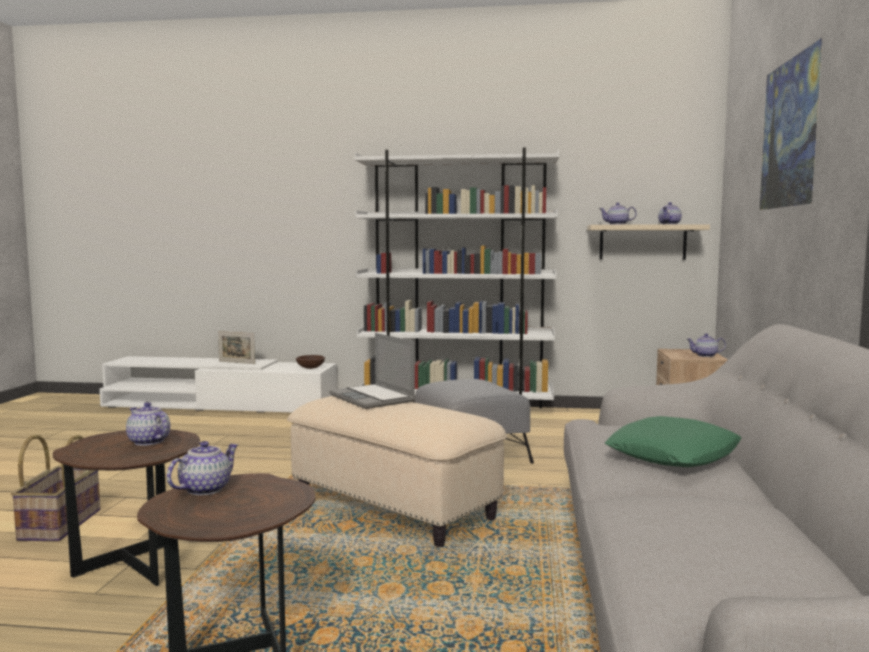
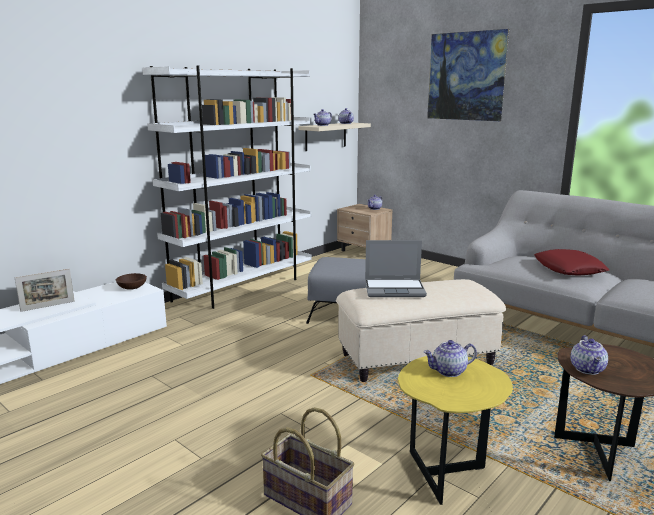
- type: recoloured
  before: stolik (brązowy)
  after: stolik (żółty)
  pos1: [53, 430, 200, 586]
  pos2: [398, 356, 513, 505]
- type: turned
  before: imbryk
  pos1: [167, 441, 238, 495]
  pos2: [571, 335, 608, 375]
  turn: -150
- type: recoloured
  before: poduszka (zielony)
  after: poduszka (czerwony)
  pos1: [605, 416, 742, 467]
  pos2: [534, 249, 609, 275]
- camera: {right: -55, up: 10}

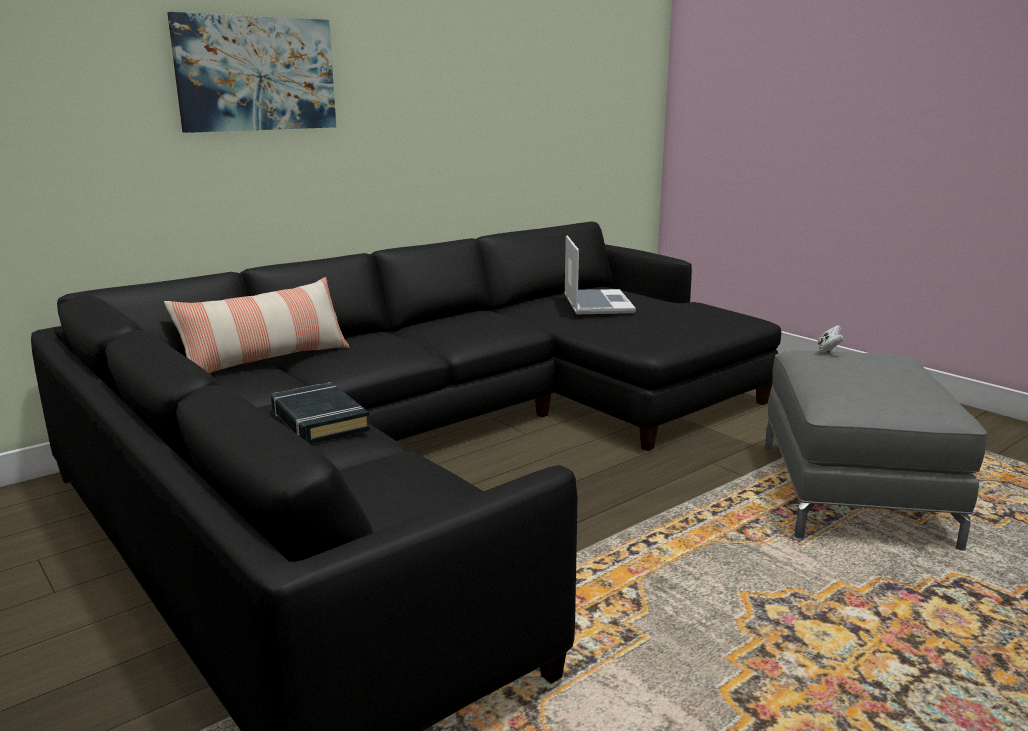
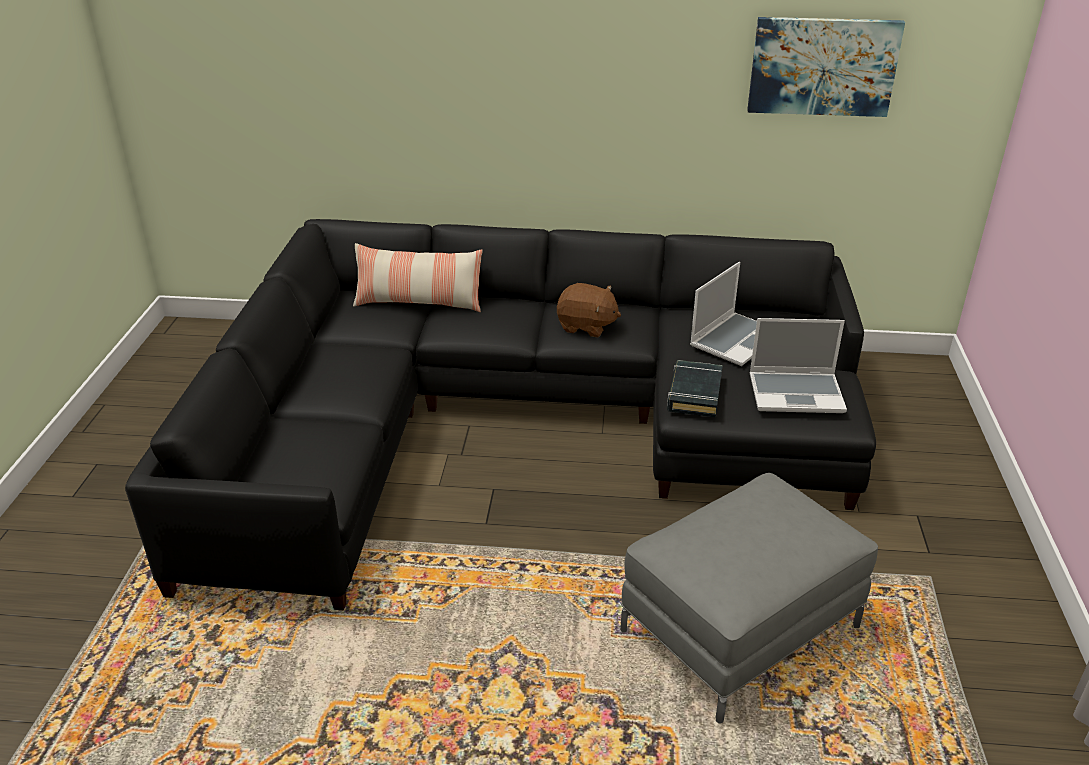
- type: moved
  before: obraz
  pos1: [167, 12, 336, 133]
  pos2: [747, 17, 905, 117]
- type: moved
  before: książka (czarny)
  pos1: [271, 382, 370, 444]
  pos2: [667, 360, 723, 417]
- type: removed
  before: pad do gier (biały)
  pos1: [817, 325, 844, 353]
- type: added
  after: pluszak (brązowy)
  pos2: [557, 283, 621, 337]
- type: added
  after: laptop
  pos2: [750, 318, 847, 413]
- camera: {right: 45, up: 15}

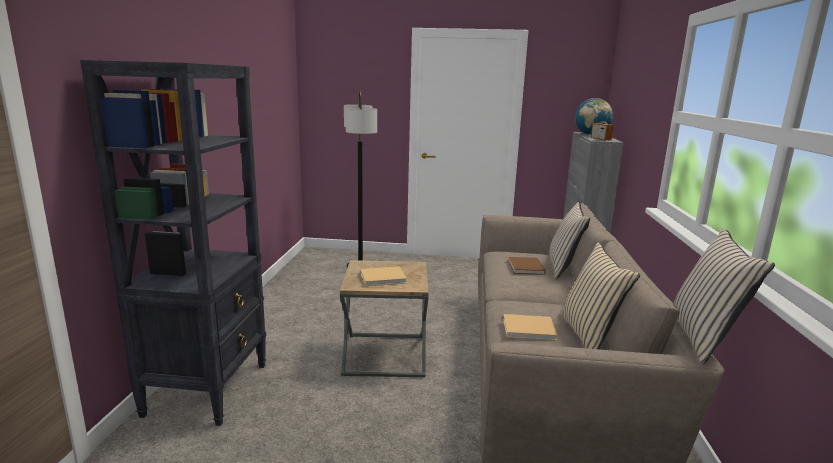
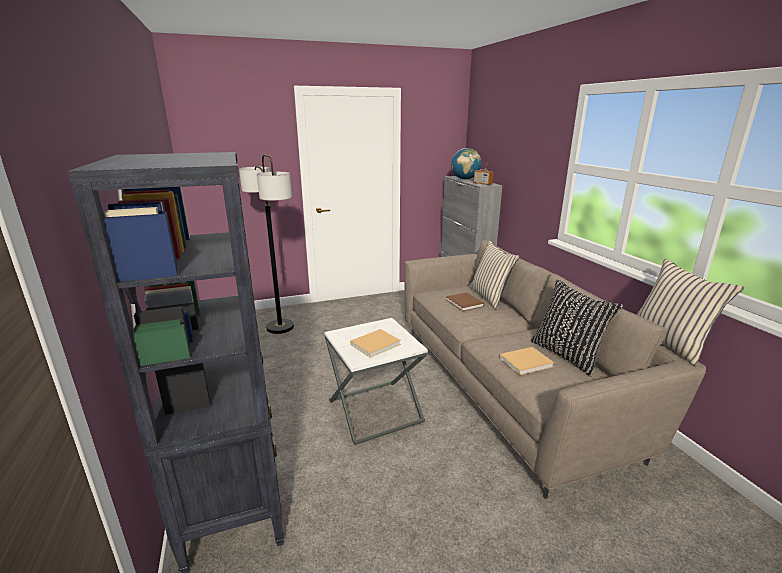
- type: recoloured
  before: stolik (brązowy)
  after: stolik (biały)
  pos1: [340, 260, 429, 377]
  pos2: [325, 318, 427, 445]
- type: recoloured
  before: poduszka (beżowy)
  after: poduszka (czarny)
  pos1: [560, 243, 640, 349]
  pos2: [531, 280, 623, 377]
- camera: {right: -25, up: 5}

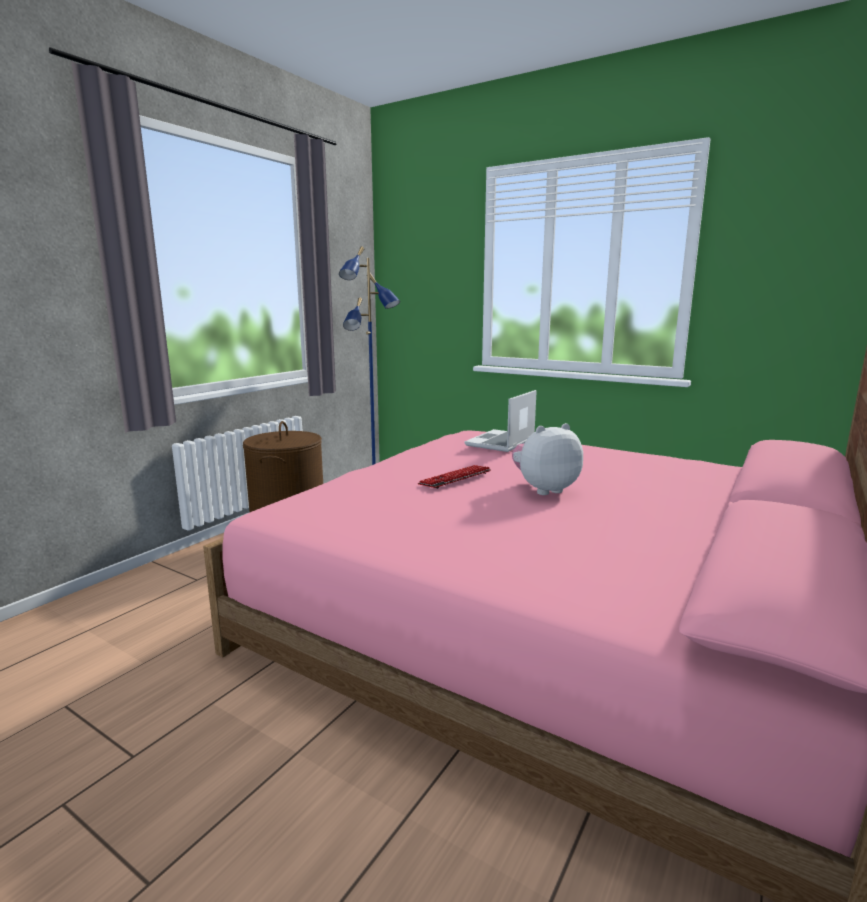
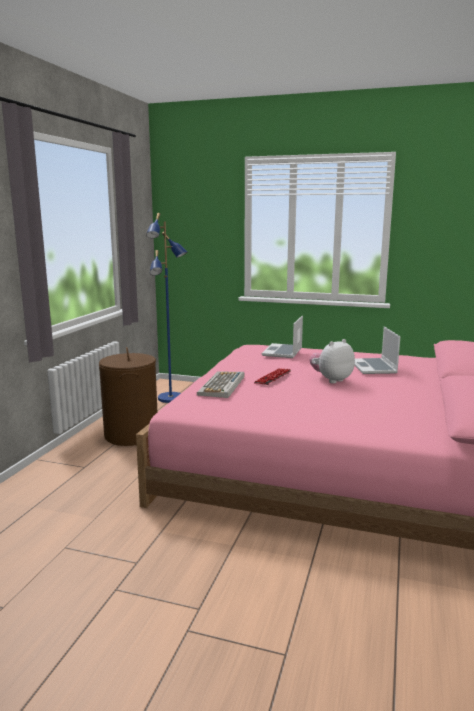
- type: added
  after: klawiatura
  pos2: [197, 372, 245, 398]
- type: added
  after: laptop
  pos2: [355, 326, 400, 374]
- camera: {right: -15, up: 0}

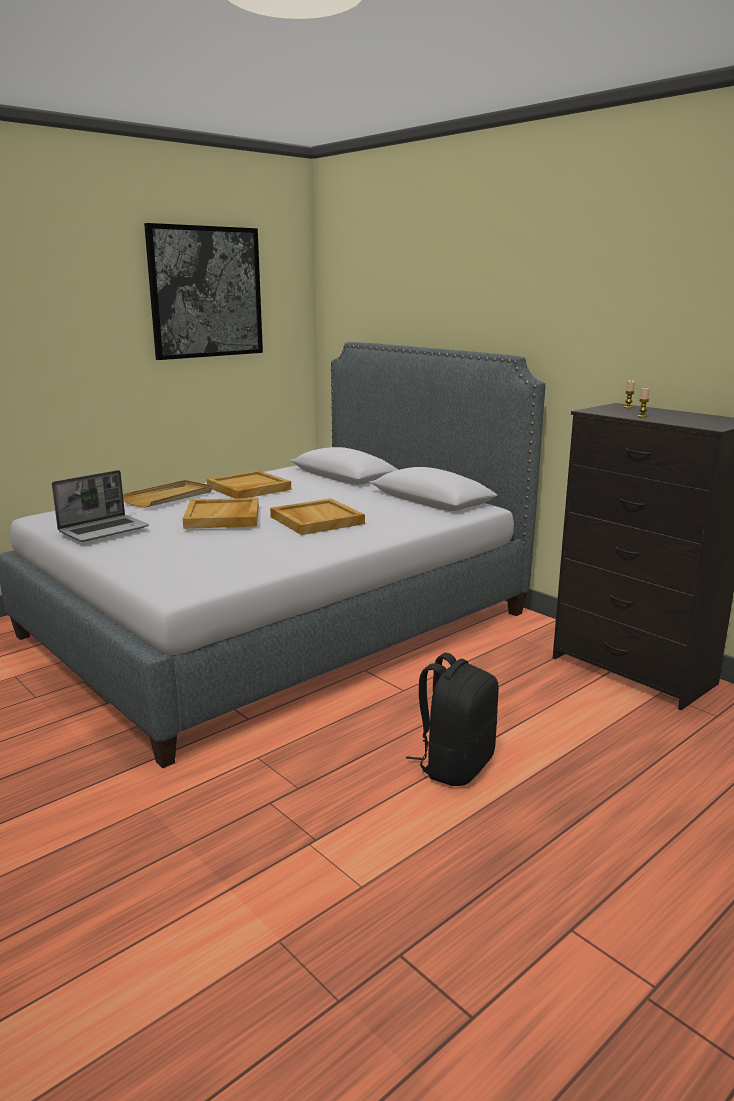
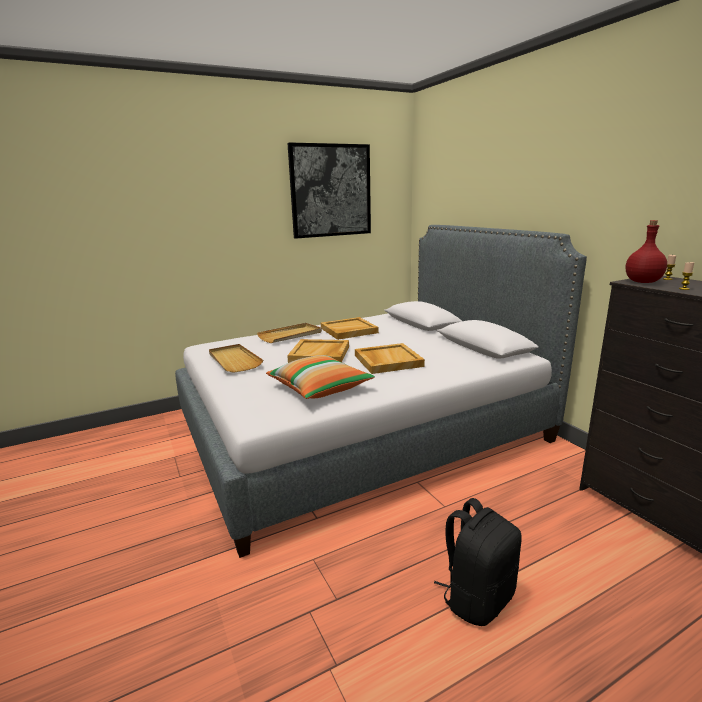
- type: replaced
  before: laptop
  after: taca (beżowy)
  pos1: [52, 470, 149, 542]
  pos2: [209, 344, 263, 372]
- type: added
  after: poduszka
  pos2: [266, 355, 375, 399]
- type: added
  after: butelka (czerwony)
  pos2: [625, 220, 667, 283]
- camera: {right: 15, up: 0}

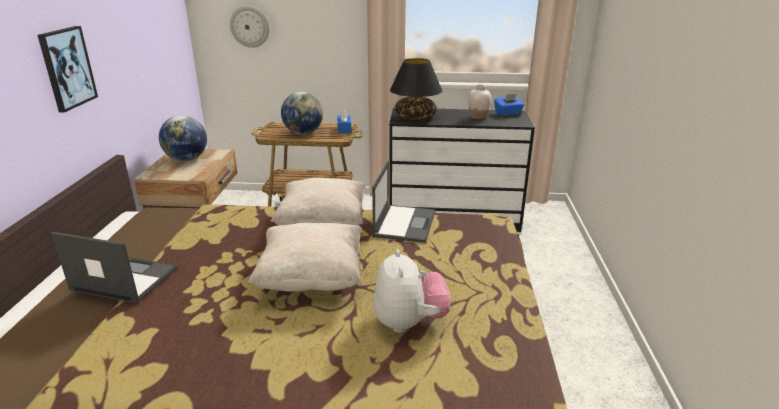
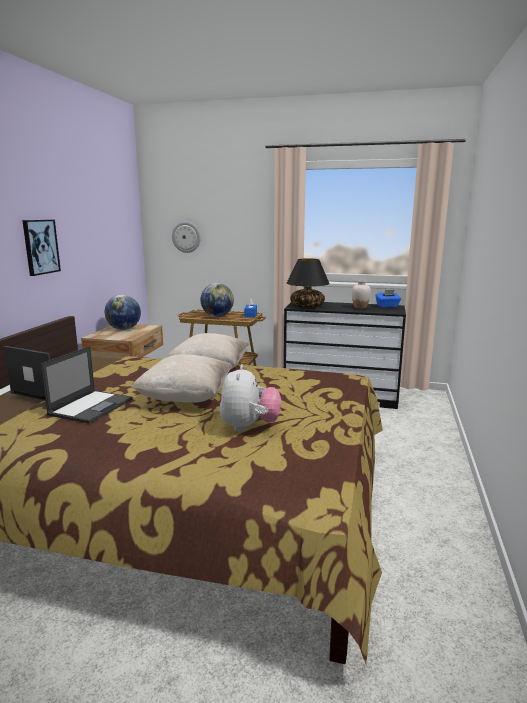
- type: moved
  before: laptop
  pos1: [372, 161, 435, 243]
  pos2: [41, 346, 133, 424]
- camera: {right: 10, up: -10}

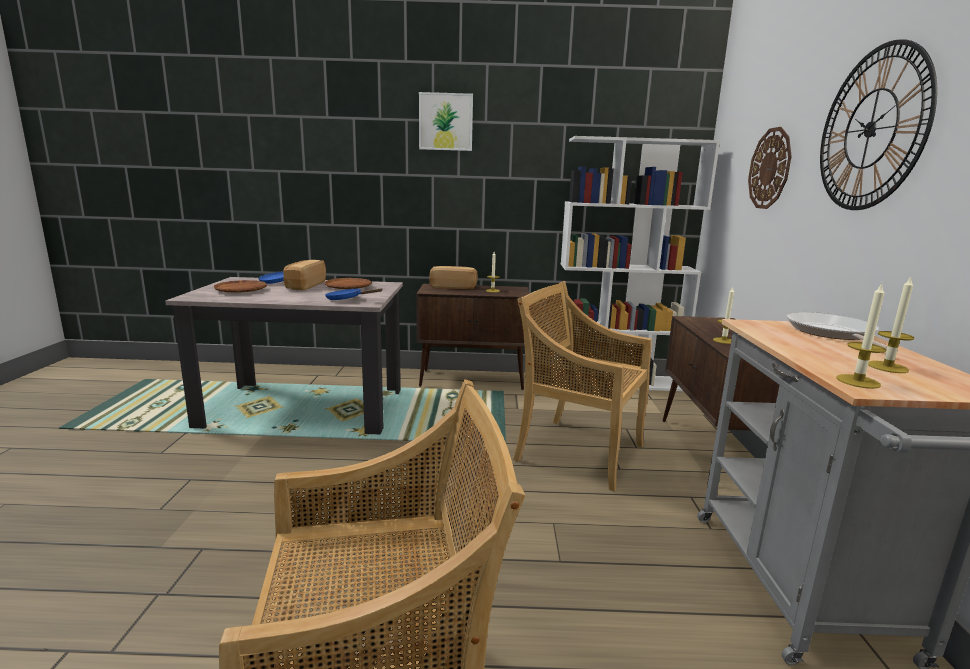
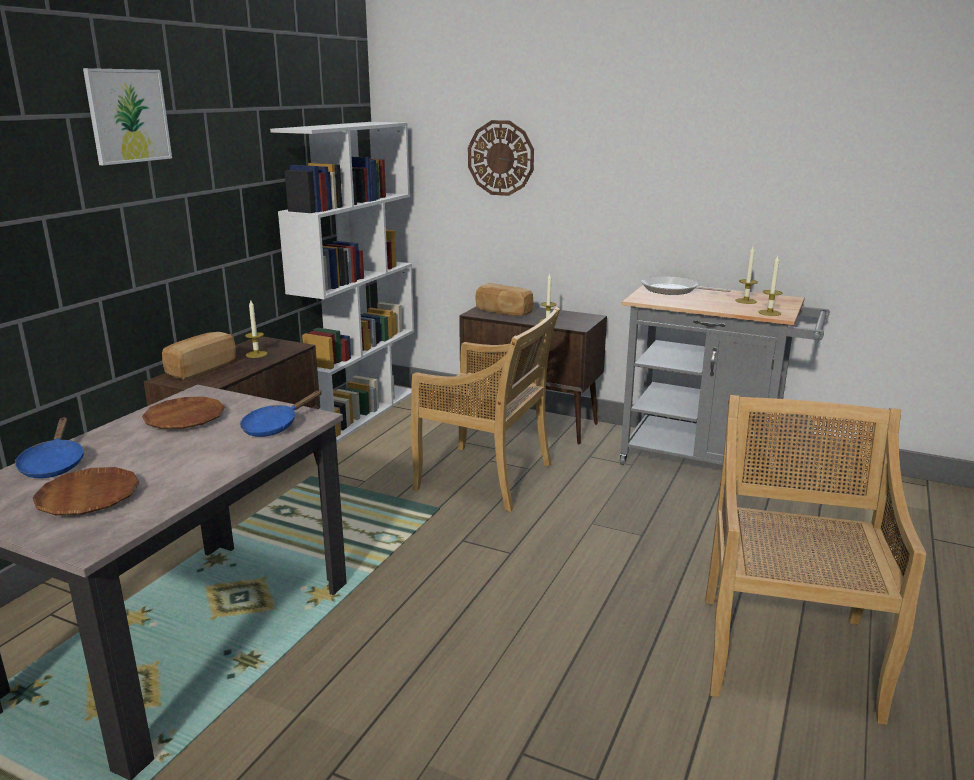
- type: moved
  before: chleb
  pos1: [283, 260, 326, 291]
  pos2: [475, 283, 533, 316]
- type: turned
  before: krzesło (beżowy)
  pos1: [513, 281, 652, 492]
  pos2: [410, 307, 560, 512]
  turn: -120
- type: removed
  before: zegar ścienny
  pos1: [820, 39, 937, 210]
- camera: {right: -65, up: 5}

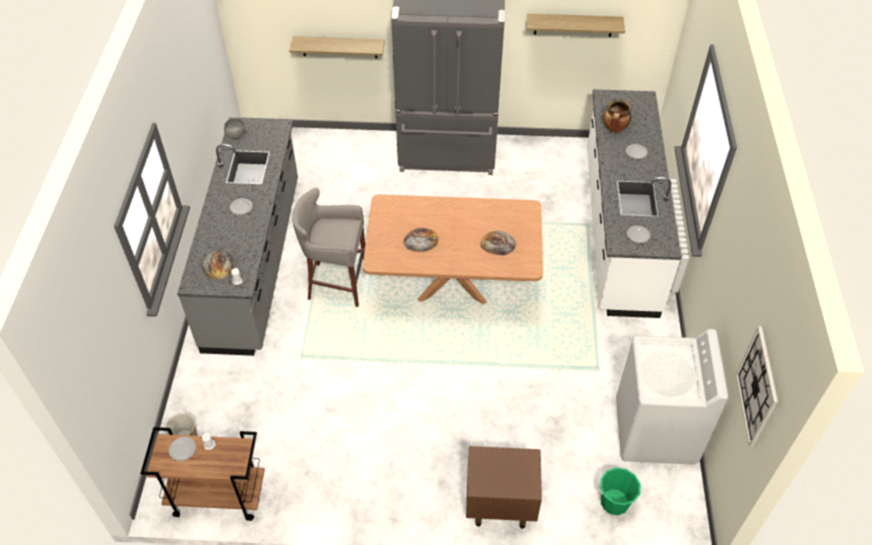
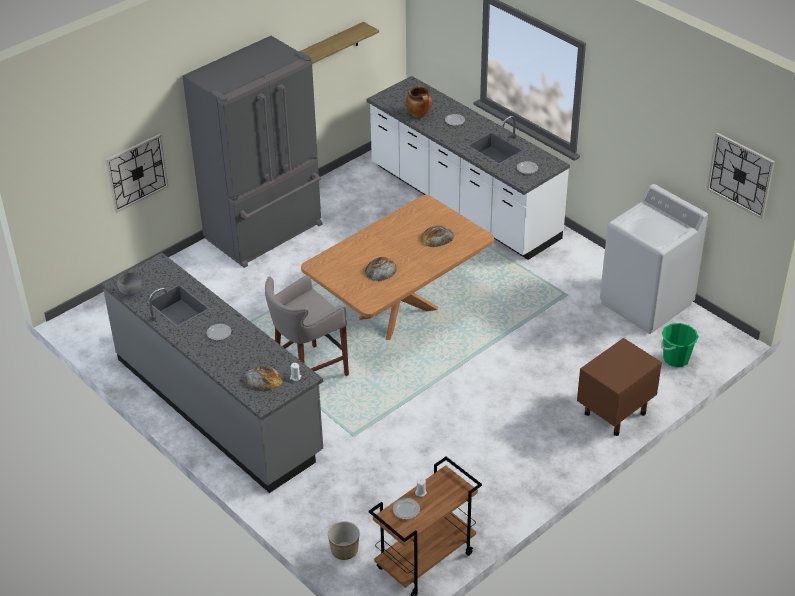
- type: replaced
  before: półka
  after: zegar ścienny
  pos1: [289, 36, 385, 58]
  pos2: [105, 134, 168, 213]
- camera: {right: -45, up: -10}

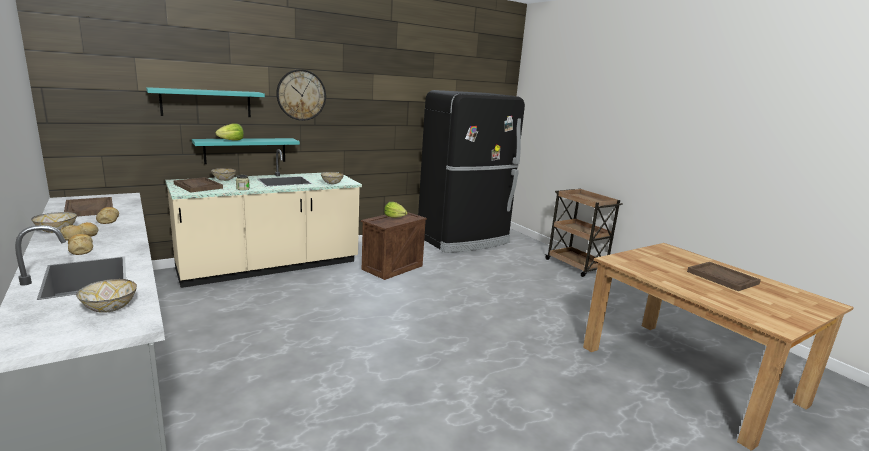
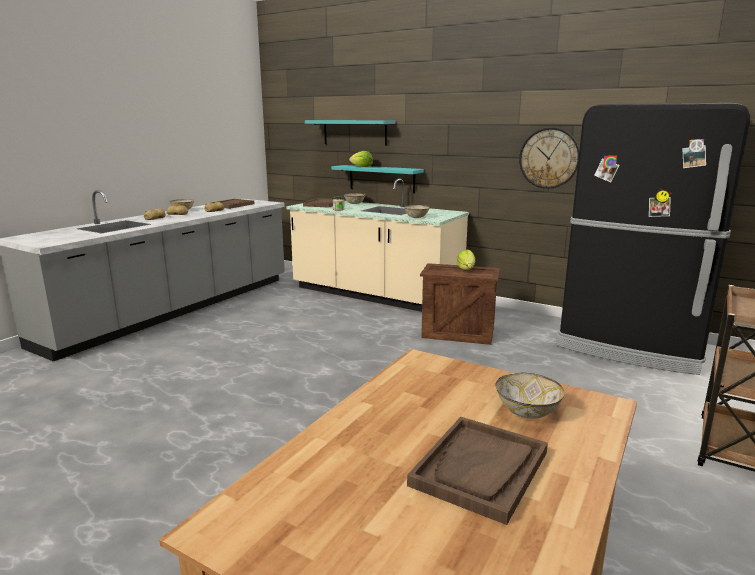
- type: moved
  before: miska
  pos1: [76, 279, 137, 313]
  pos2: [496, 372, 565, 419]
- type: moved
  before: zegar ścienny
  pos1: [276, 69, 326, 121]
  pos2: [519, 128, 580, 189]
- camera: {right: 65, up: 0}

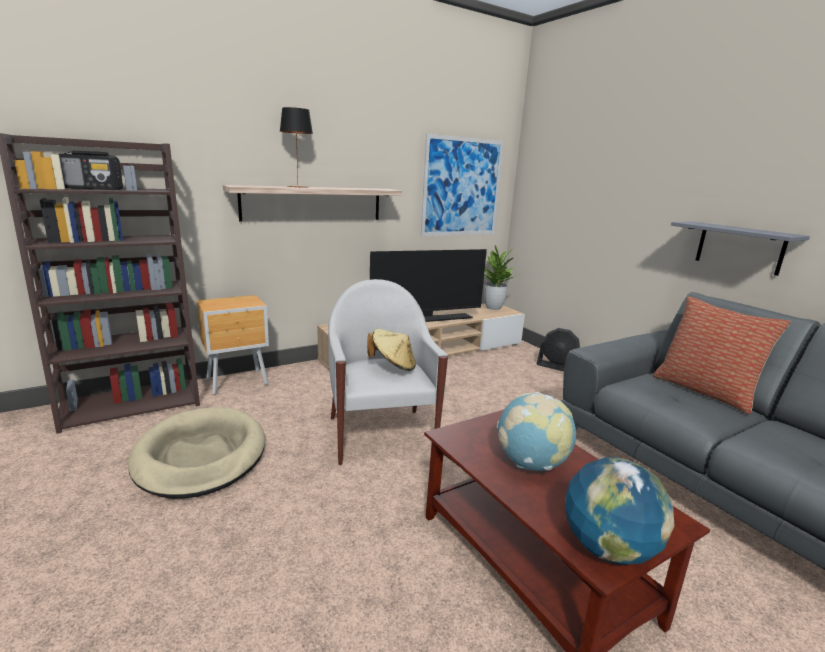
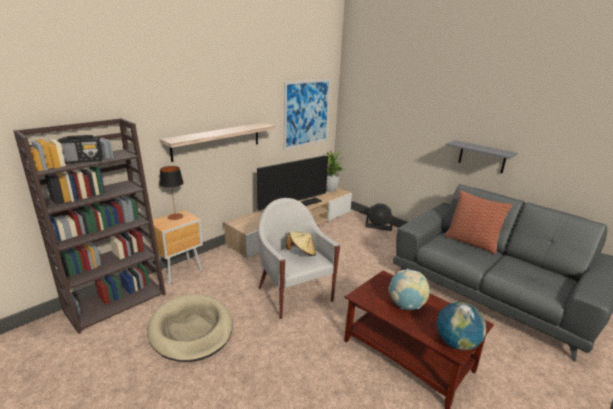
- type: moved
  before: lampa stołowa
  pos1: [280, 107, 313, 188]
  pos2: [159, 166, 184, 220]
- camera: {right: -15, up: 5}

